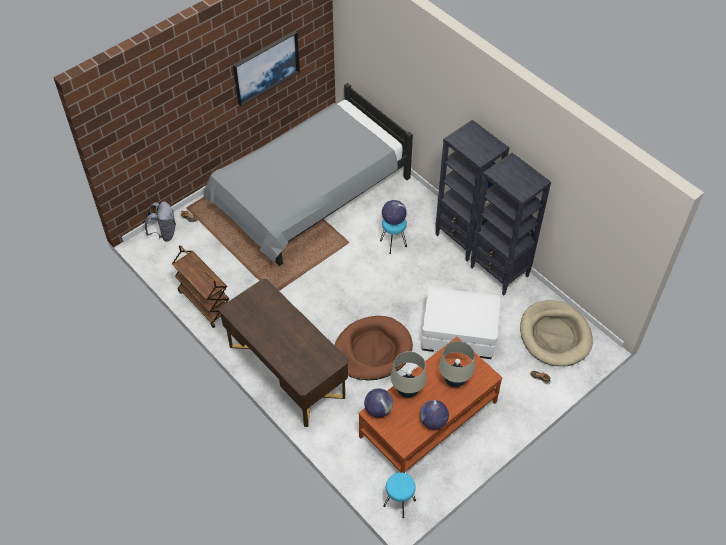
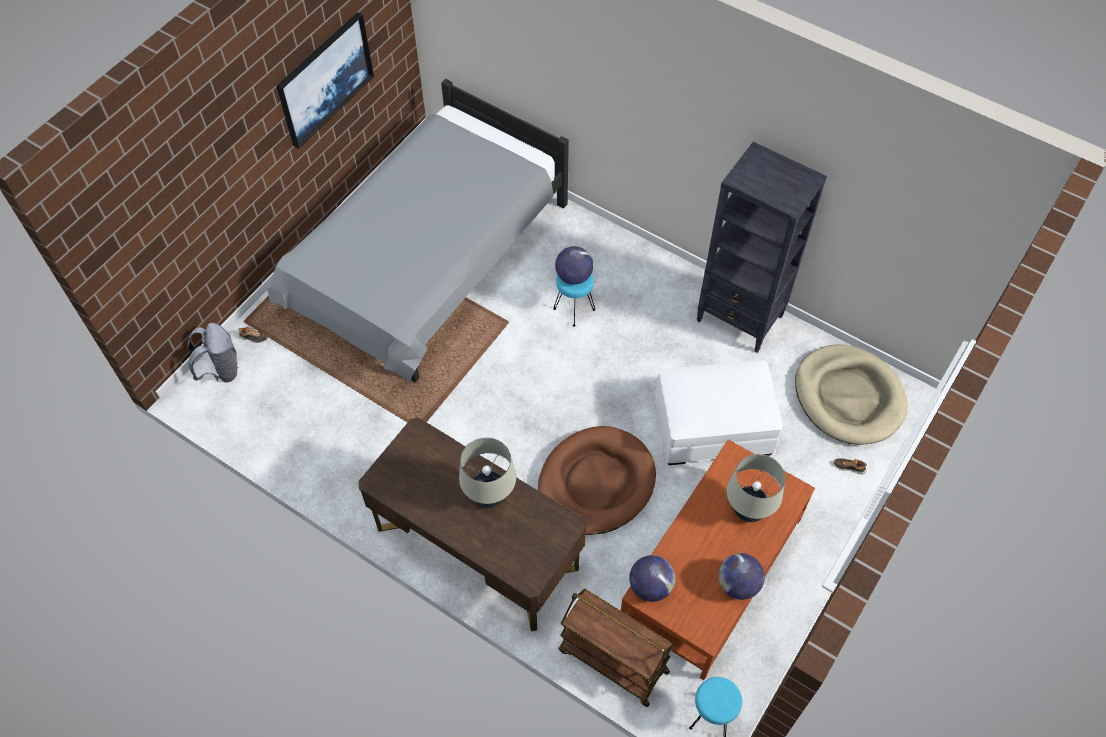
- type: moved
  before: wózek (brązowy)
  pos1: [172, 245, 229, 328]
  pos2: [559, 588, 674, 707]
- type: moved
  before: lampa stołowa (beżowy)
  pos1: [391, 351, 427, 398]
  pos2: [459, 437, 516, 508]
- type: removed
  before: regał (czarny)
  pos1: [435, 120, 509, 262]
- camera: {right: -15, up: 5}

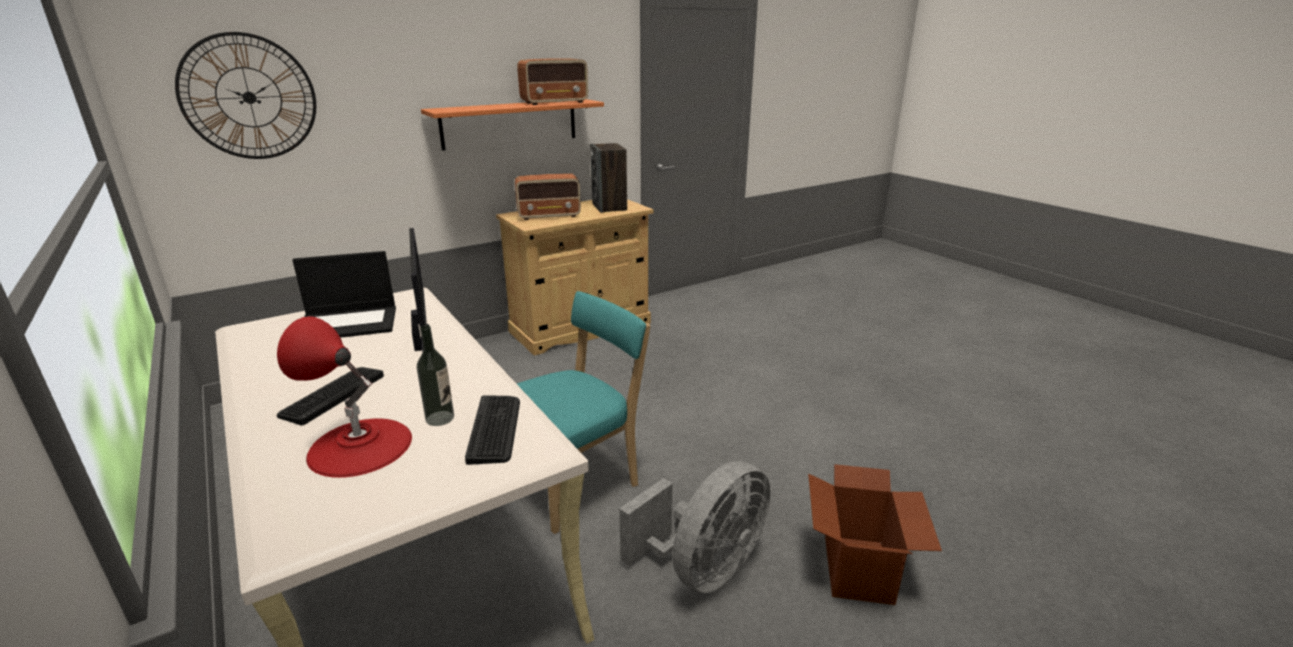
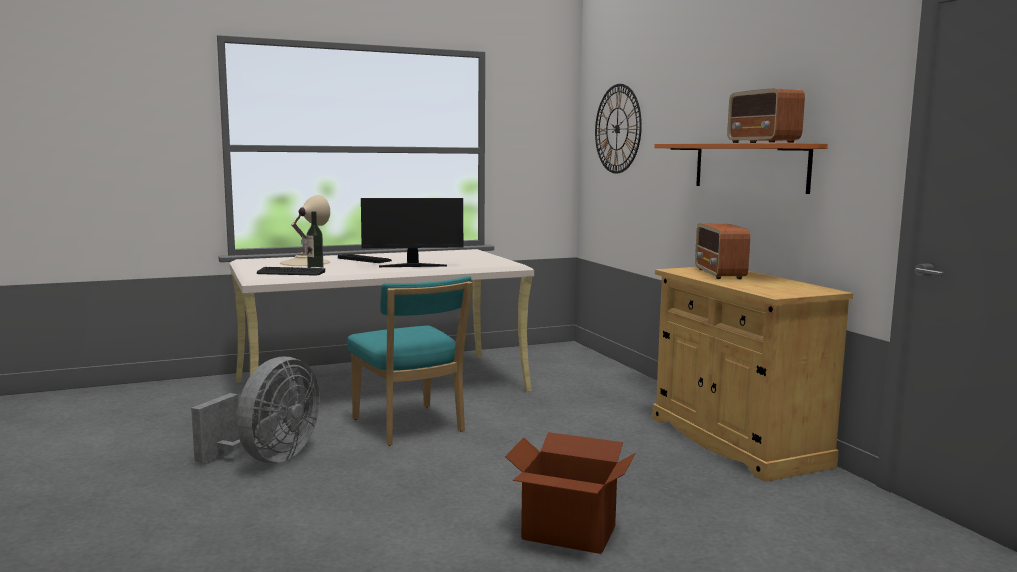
- type: recoloured
  before: lampa stołowa (czerwony)
  after: lampa stołowa (beżowy)
  pos1: [277, 316, 412, 478]
  pos2: [280, 195, 330, 266]
- type: removed
  before: laptop
  pos1: [292, 251, 396, 338]
- type: removed
  before: głośnik
  pos1: [590, 143, 627, 213]
- type: turned
  before: wentylator (szary)
  pos1: [619, 461, 771, 593]
  pos2: [191, 357, 320, 463]
  turn: -120
- type: moved
  before: karton
  pos1: [808, 464, 942, 605]
  pos2: [505, 432, 636, 554]
- camera: {right: 100, up: -15}

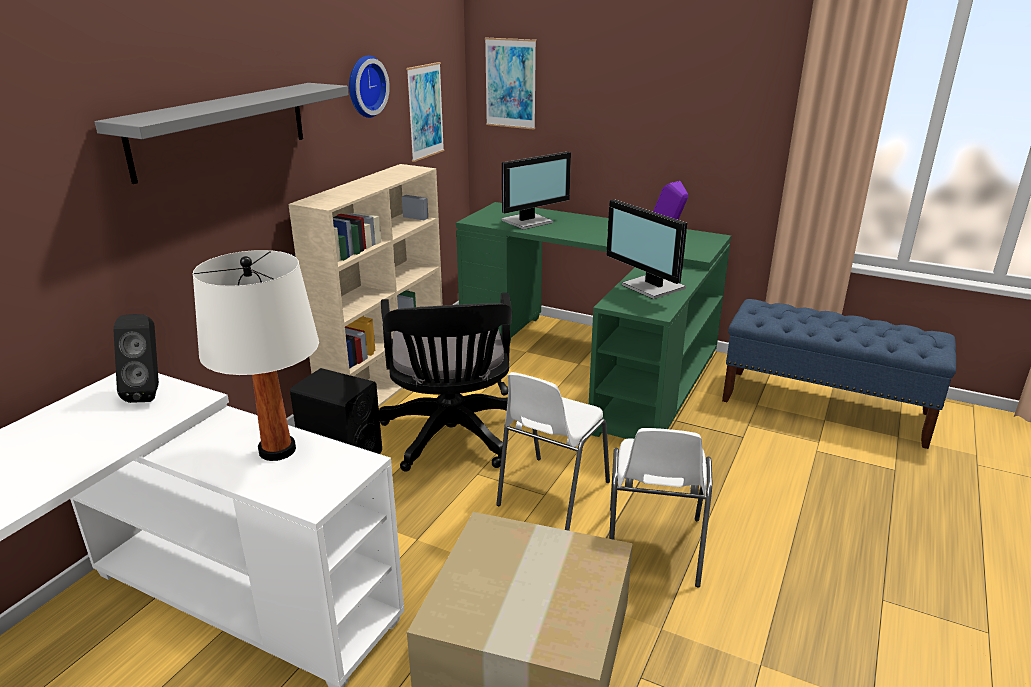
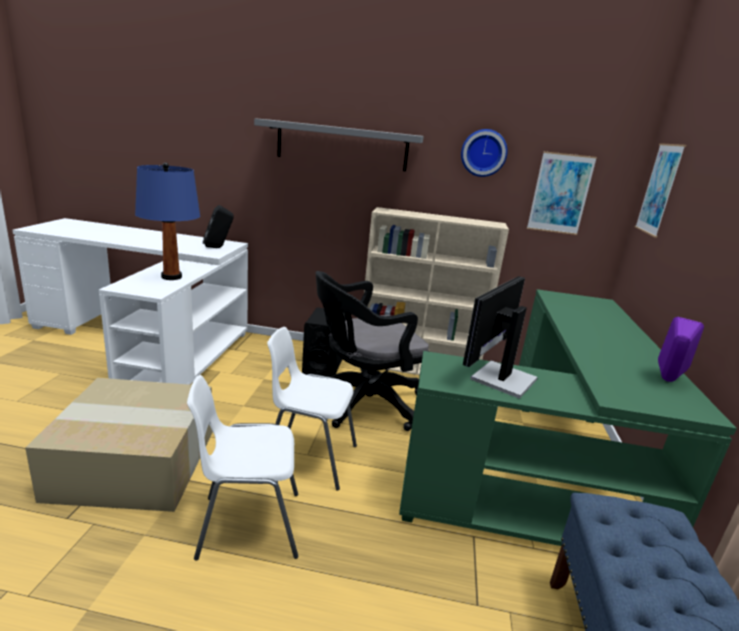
- type: recoloured
  before: lampa stołowa (biały)
  after: lampa stołowa (niebieski)
  pos1: [193, 250, 319, 461]
  pos2: [135, 162, 200, 280]
- type: removed
  before: monitor
  pos1: [502, 151, 571, 230]
- camera: {right: 70, up: -5}

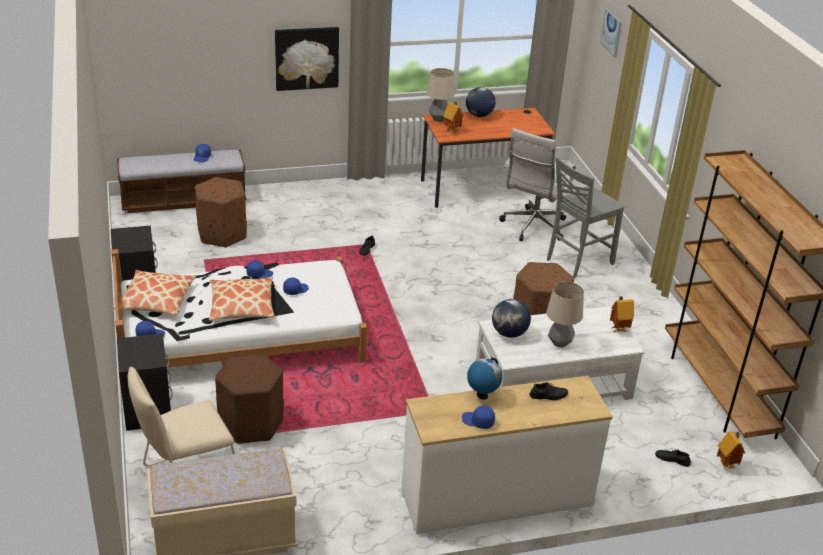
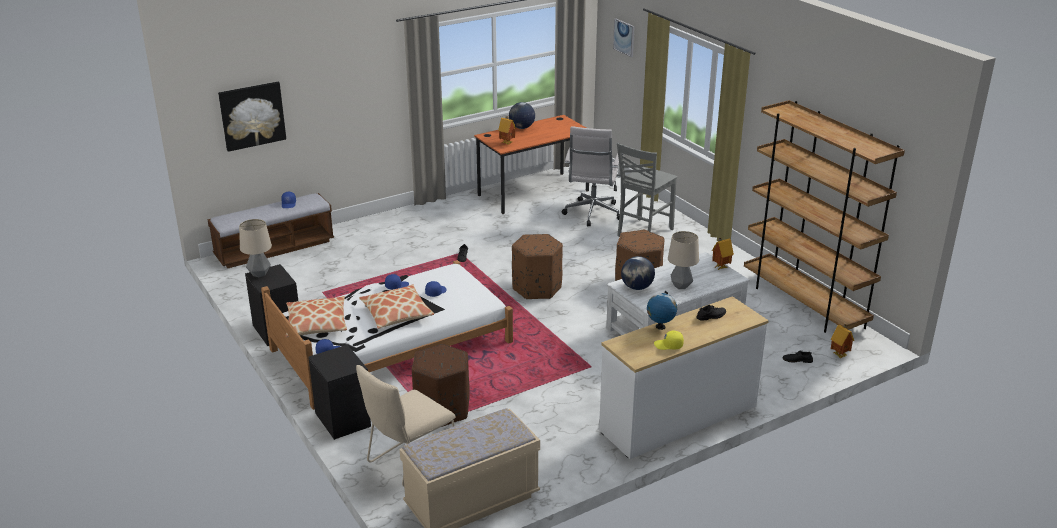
- type: moved
  before: pufa (brązowy)
  pos1: [195, 177, 247, 248]
  pos2: [512, 234, 563, 300]
- type: moved
  before: obraz
  pos1: [275, 27, 339, 91]
  pos2: [218, 82, 286, 152]
- type: moved
  before: lampa stołowa
  pos1: [427, 68, 455, 122]
  pos2: [239, 219, 272, 278]
- type: recoloured
  before: czapka z daszkiem (niebieski)
  after: czapka z daszkiem (żółty)
  pos1: [462, 406, 495, 429]
  pos2: [654, 331, 684, 350]
- camera: {right: -15, up: -5}

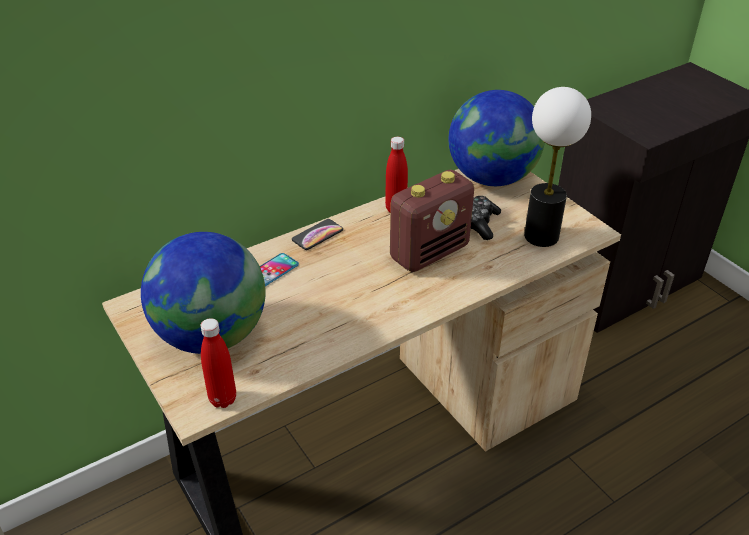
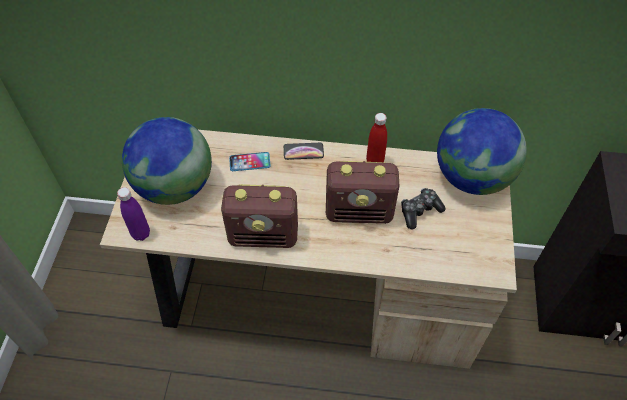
- type: recoloured
  before: butelka (czerwony)
  after: butelka (fioletowy)
  pos1: [201, 318, 236, 408]
  pos2: [117, 187, 150, 241]
- type: removed
  before: lampa stołowa
  pos1: [524, 87, 591, 247]
- type: added
  after: radio
  pos2: [221, 184, 298, 248]
- camera: {right: 40, up: 15}

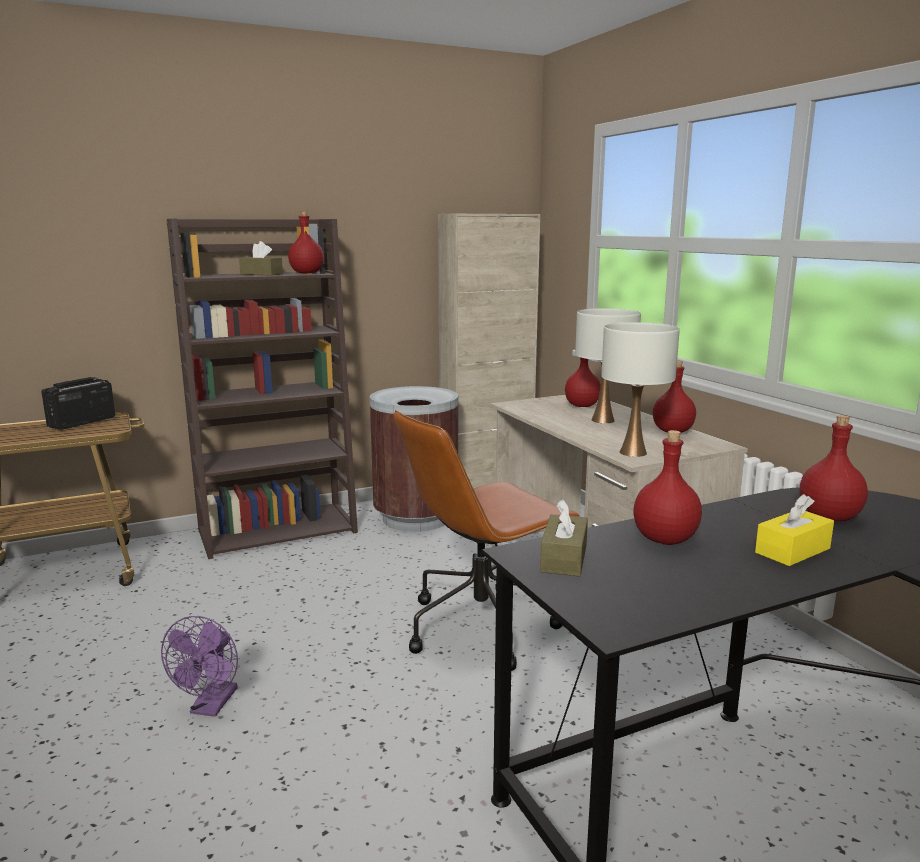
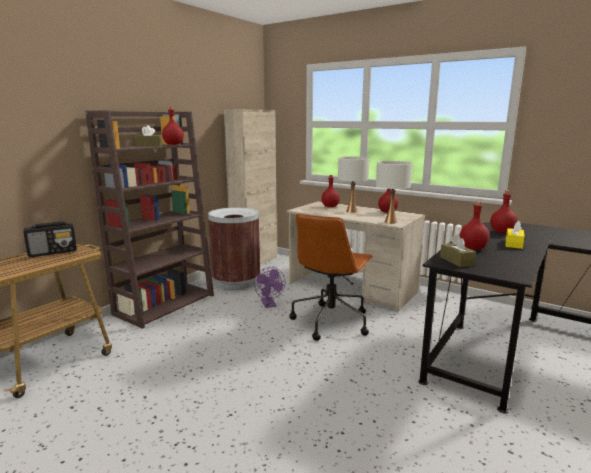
- type: turned
  before: radio
  pos1: [42, 377, 115, 430]
  pos2: [24, 221, 77, 257]
  turn: -120
- type: moved
  before: wentylator (fioletowy)
  pos1: [161, 616, 238, 717]
  pos2: [254, 267, 285, 308]
- camera: {right: -30, up: 0}

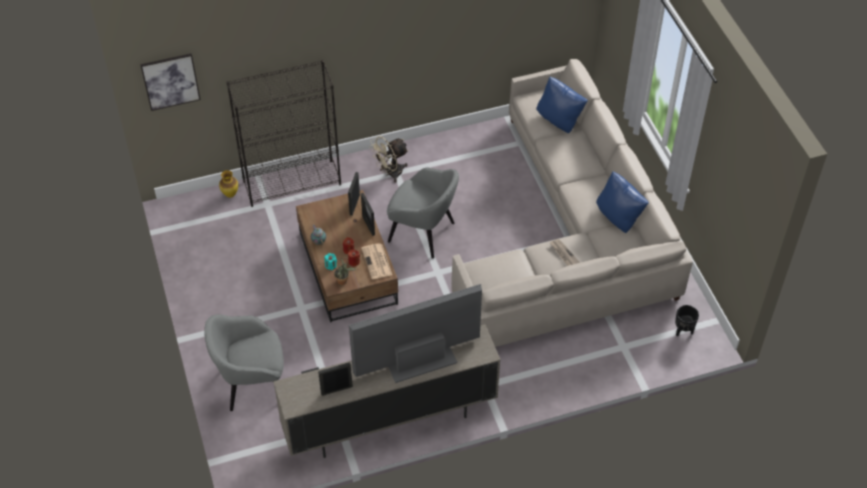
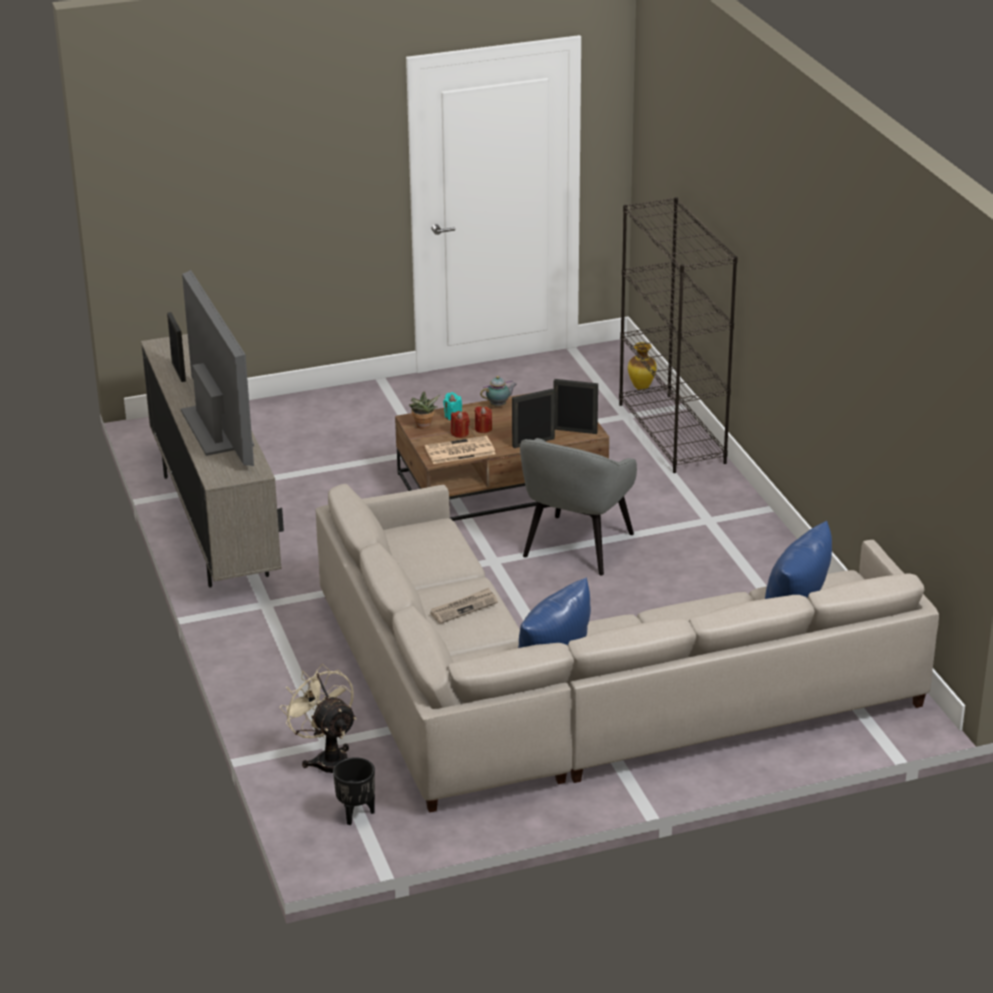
- type: removed
  before: obraz
  pos1: [140, 53, 201, 111]
- type: removed
  before: fotel (szary)
  pos1: [204, 314, 284, 411]
- type: moved
  before: wentylator (beżowy)
  pos1: [369, 136, 408, 183]
  pos2: [280, 664, 357, 773]
- camera: {right: 90, up: -20}

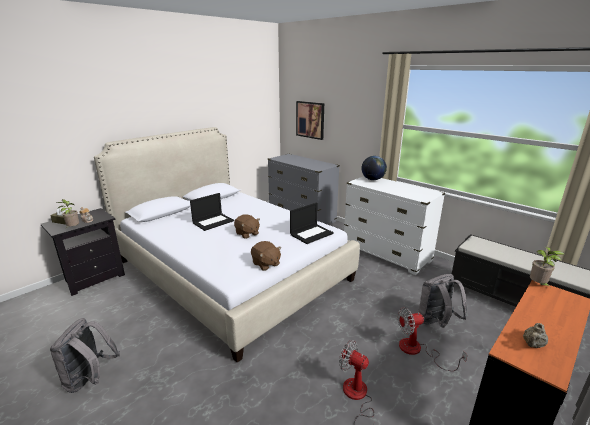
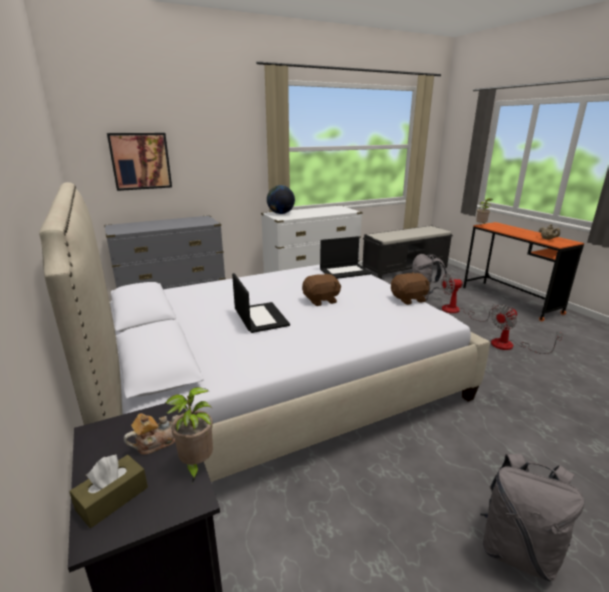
- type: turned
  before: laptop
  pos1: [290, 203, 334, 244]
  pos2: [320, 236, 371, 279]
  turn: 90
- type: turned
  before: wentylator
  pos1: [398, 307, 468, 371]
  pos2: [441, 273, 496, 322]
  turn: 75
- camera: {right: -70, up: 0}

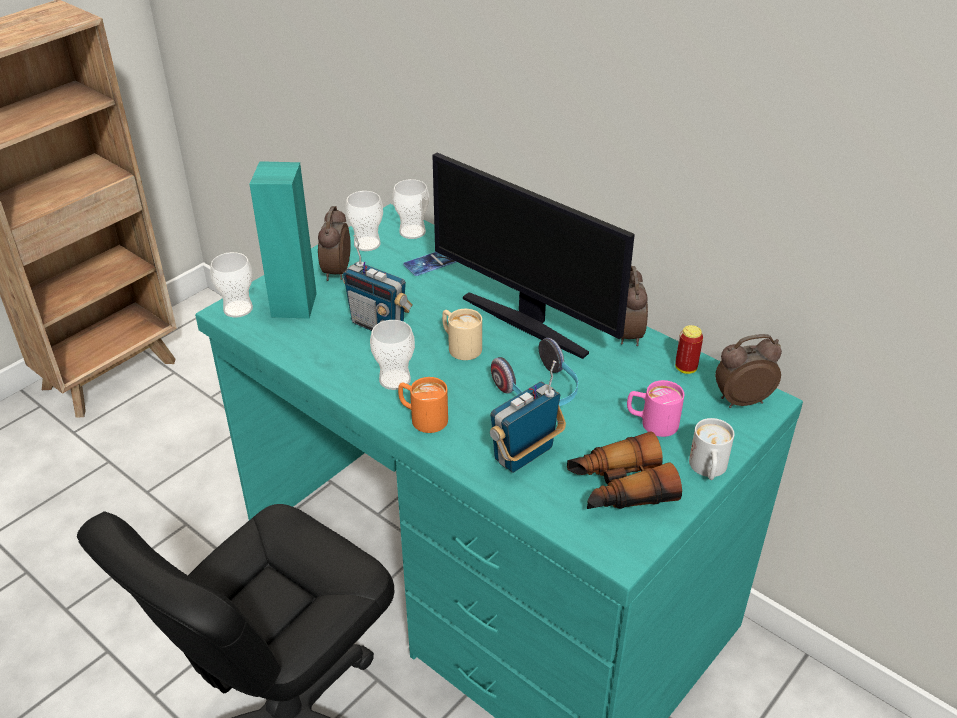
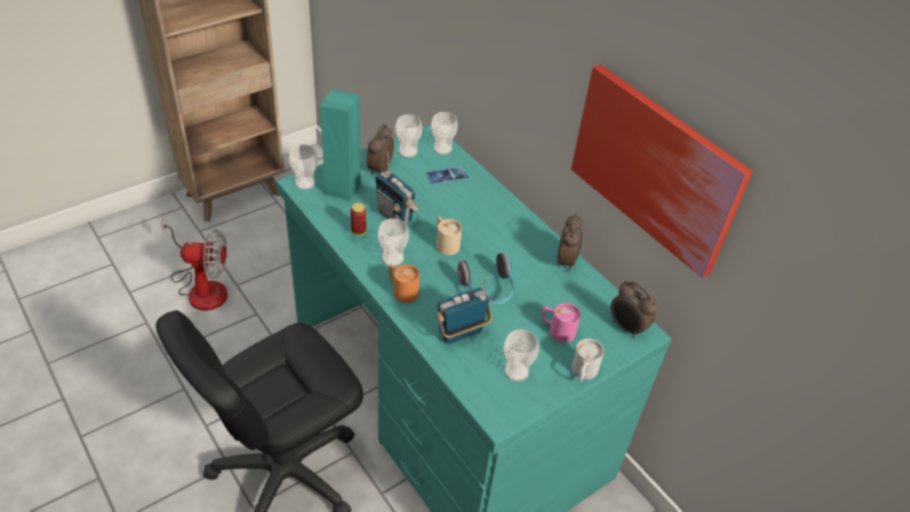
- type: removed
  before: monitor
  pos1: [433, 153, 635, 359]
- type: replaced
  before: lornetka
  after: filiżanka
  pos1: [567, 431, 682, 509]
  pos2: [503, 329, 539, 382]
- type: moved
  before: puszka
  pos1: [675, 325, 703, 374]
  pos2: [351, 203, 366, 236]
- type: turned
  before: budzik
  pos1: [715, 334, 782, 408]
  pos2: [611, 281, 658, 338]
  turn: -135
- type: added
  after: wentylator
  pos2: [161, 217, 228, 311]
- type: added
  after: obraz
  pos2: [571, 64, 753, 278]
- camera: {right: 10, up: 5}

